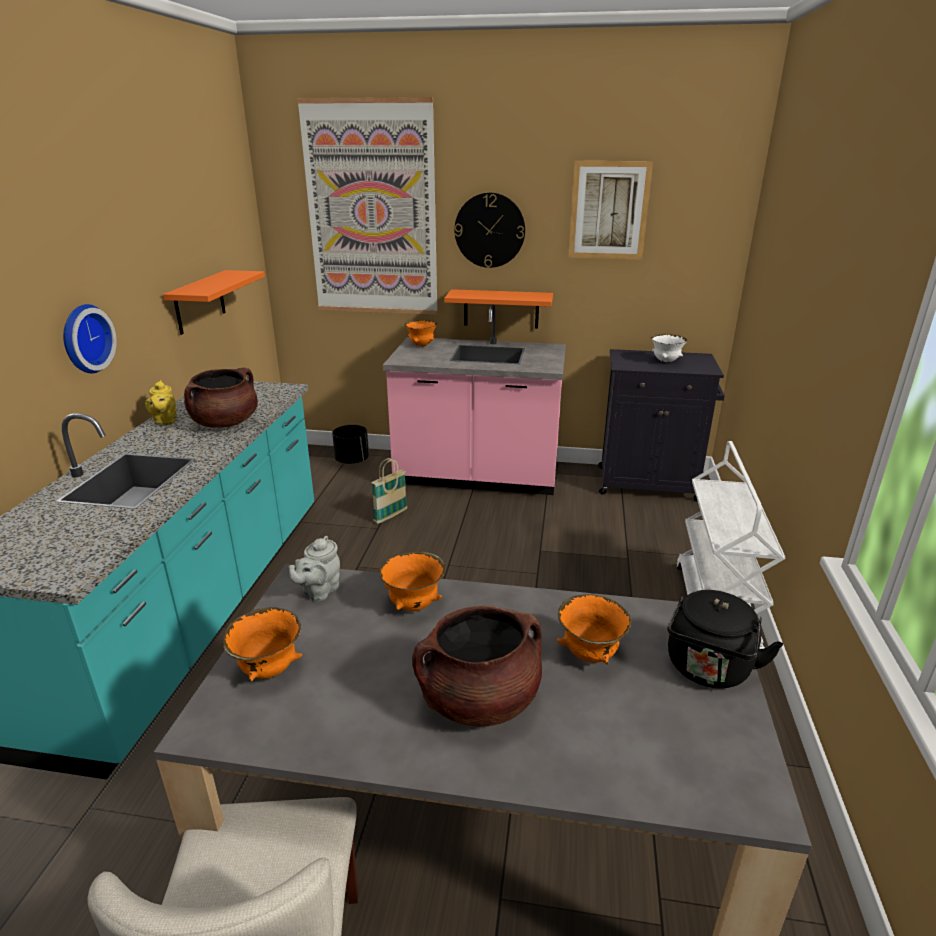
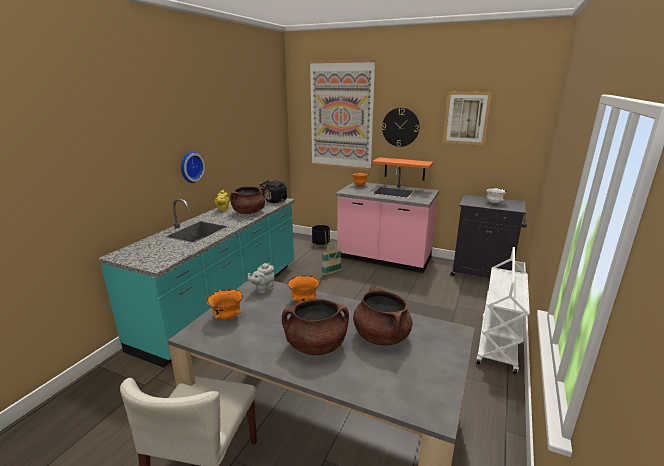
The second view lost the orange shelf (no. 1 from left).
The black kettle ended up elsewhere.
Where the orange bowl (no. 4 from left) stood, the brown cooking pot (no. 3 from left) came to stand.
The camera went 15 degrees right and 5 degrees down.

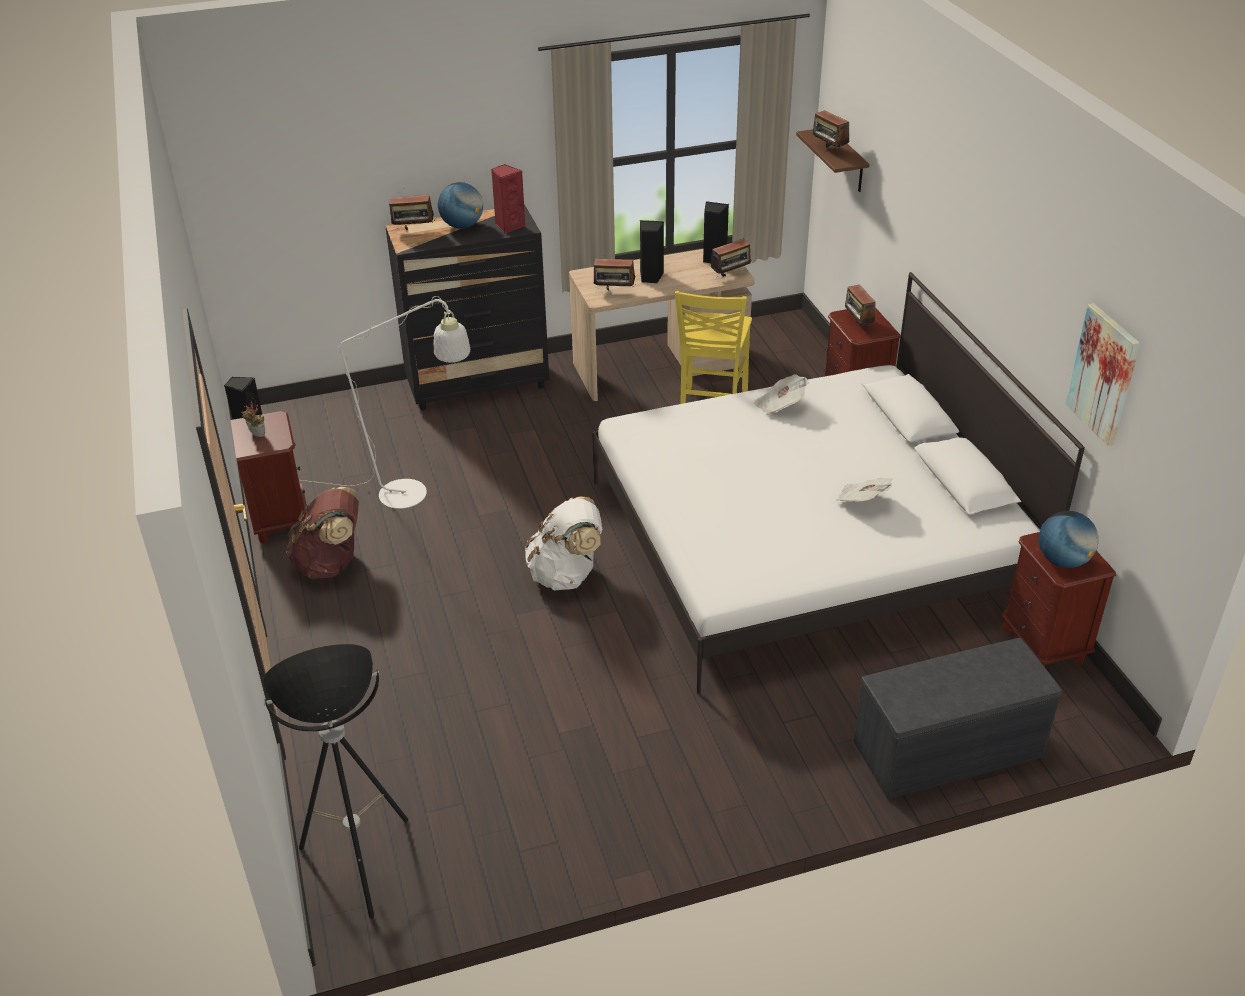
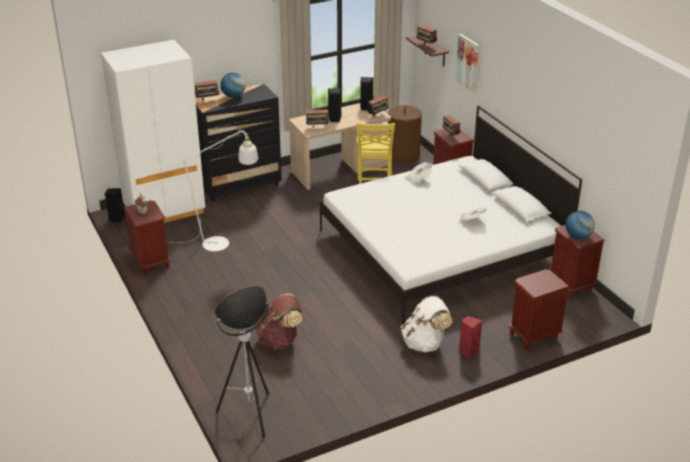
The second view gained the white wardrobe.
The second view gained the brown laundry basket.
The brown backpack ended up elsewhere.
The red speaker ended up elsewhere.
The white backpack ended up elsewhere.
The picture ended up elsewhere.
Where the grey bench stood, the brown nightstand (no. 3 from left) came to stand.
The camera went 10 degrees left and 5 degrees down.

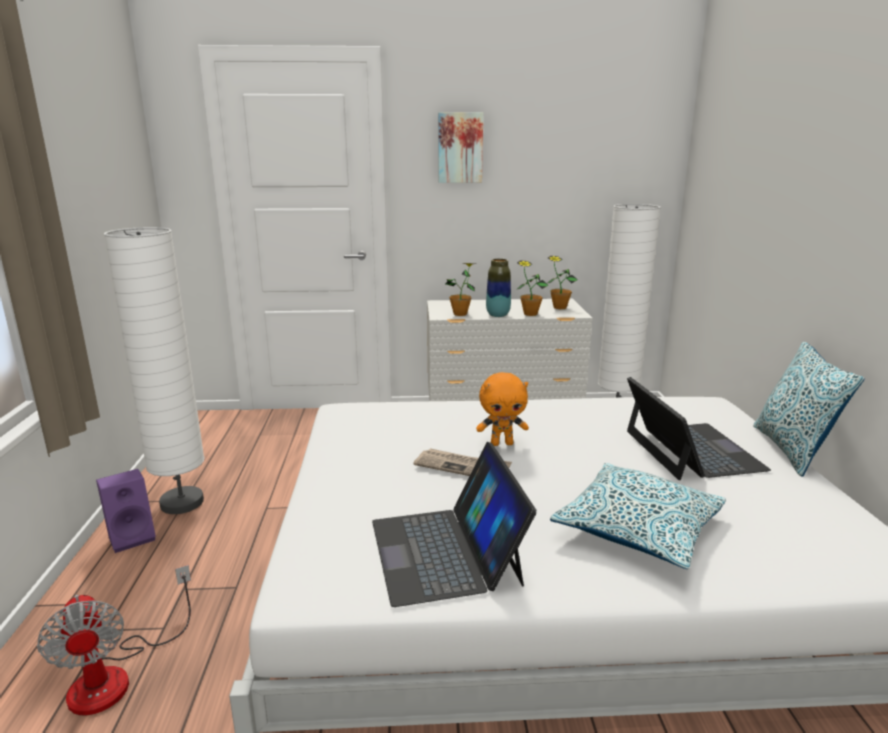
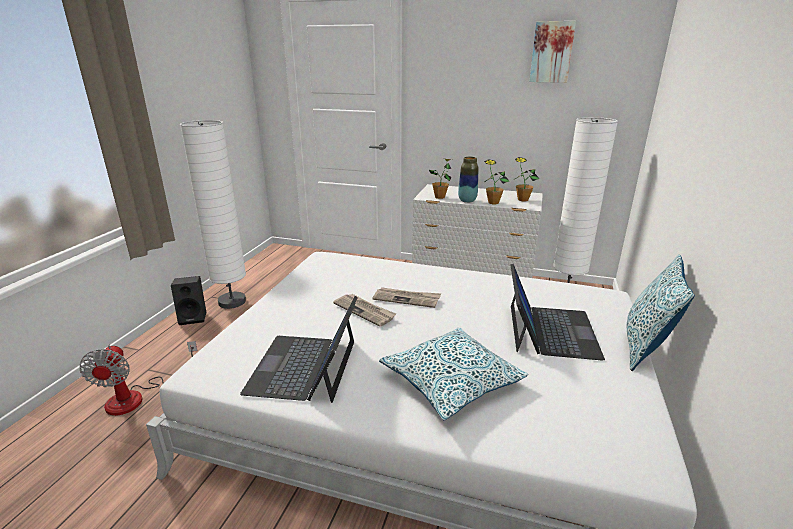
The picture ended up elsewhere.
Where the orange plush toy stood, the newspaper (no. 2 from left) came to stand.
What was the purple speaker turned into the black speaker.
The camera went 20 degrees right and 5 degrees up.

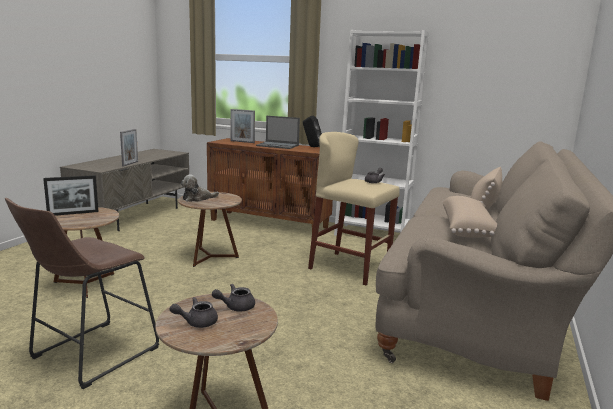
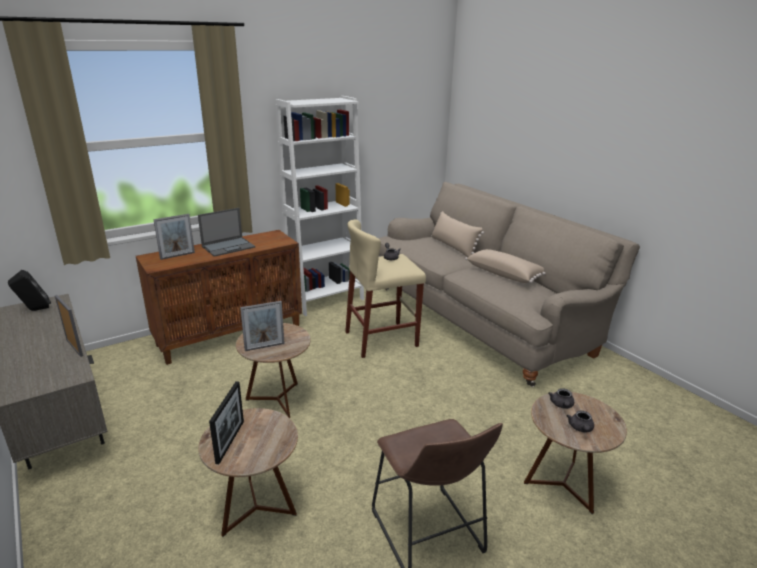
The black speaker ended up elsewhere.
Where the plush toy stood, the picture frame (no. 4 from left) came to stand.
The camera went 55 degrees left and 10 degrees up.

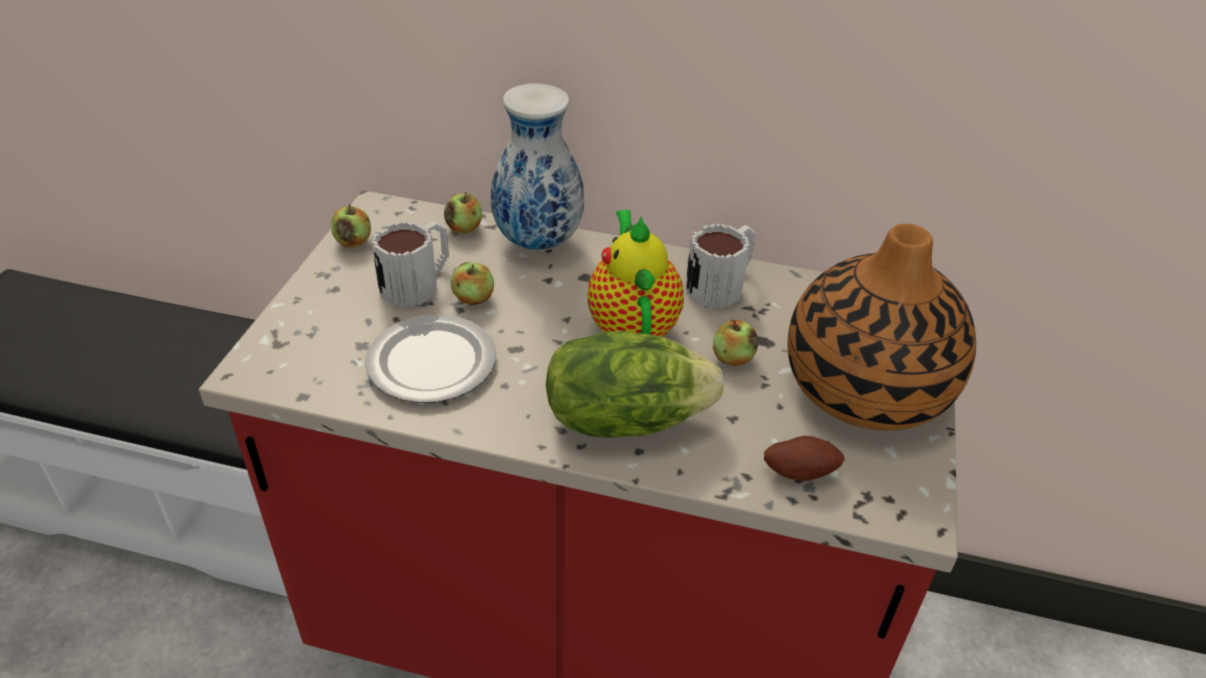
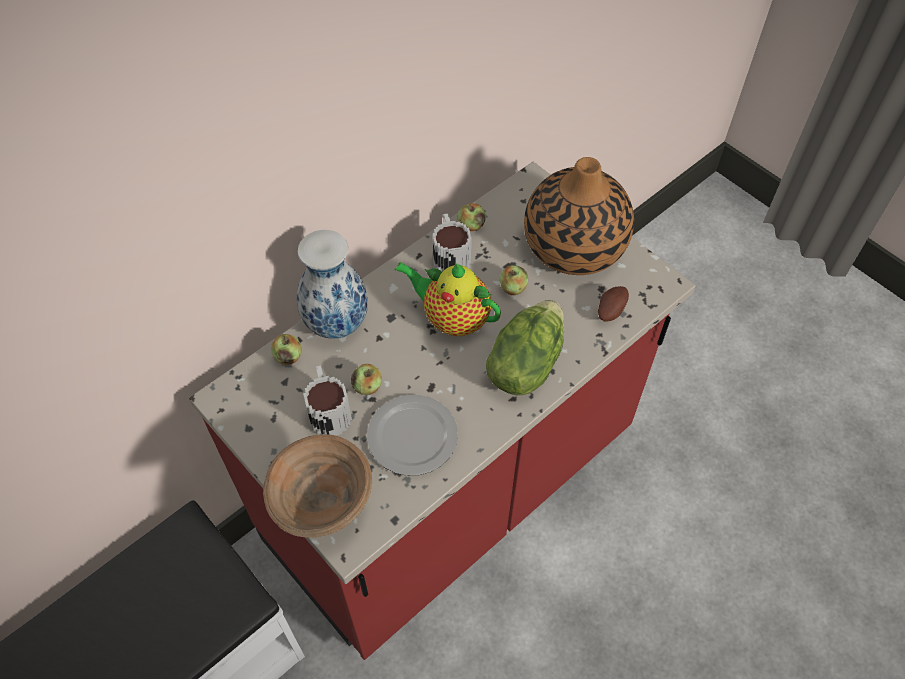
The second view gained the brown bowl.
The apple (no. 1 from left in the first image) ended up elsewhere.
The camera went 55 degrees left and 15 degrees up.

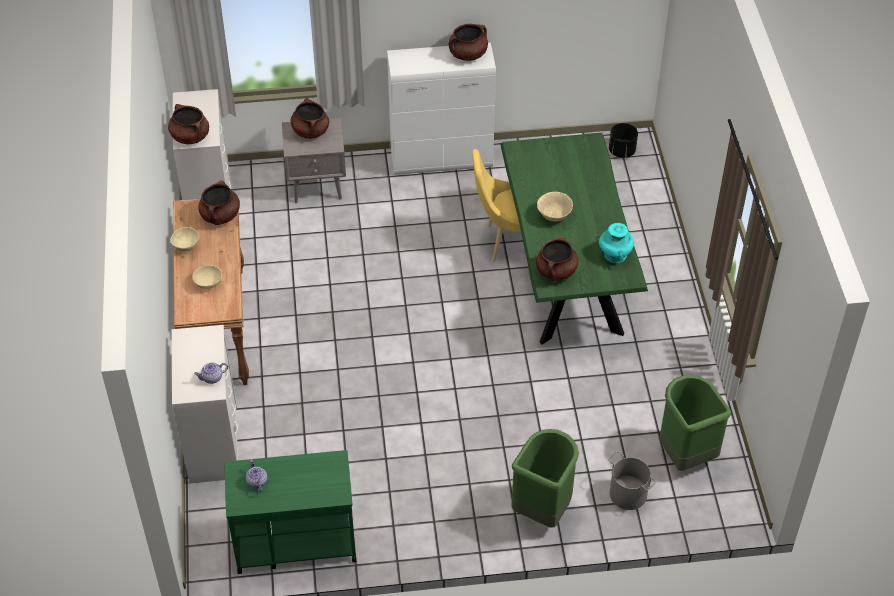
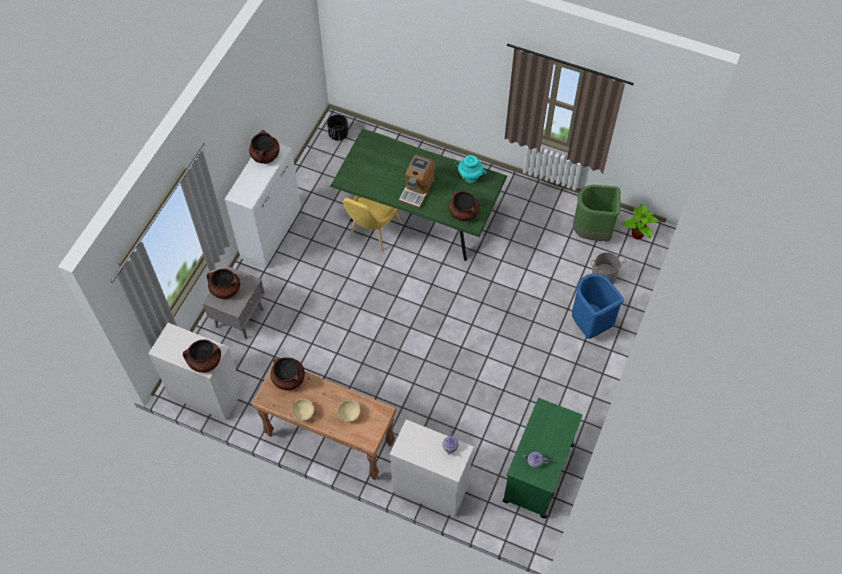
The second view gained the potted plant.
Where the beige bowl (no. 3 from left) stood, the coffee machine came to stand.
What was the green trash can (no. 1 from left) turned into the blue trash can.
The camera went 60 degrees left and 10 degrees up.

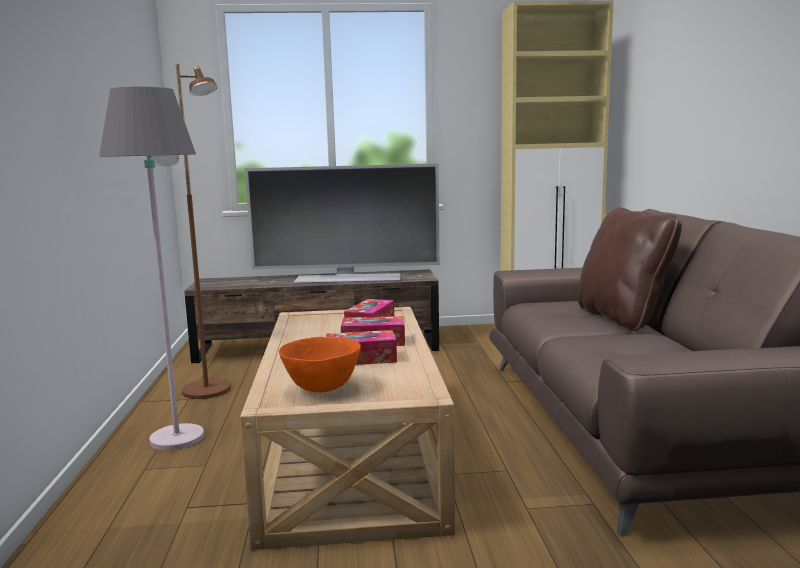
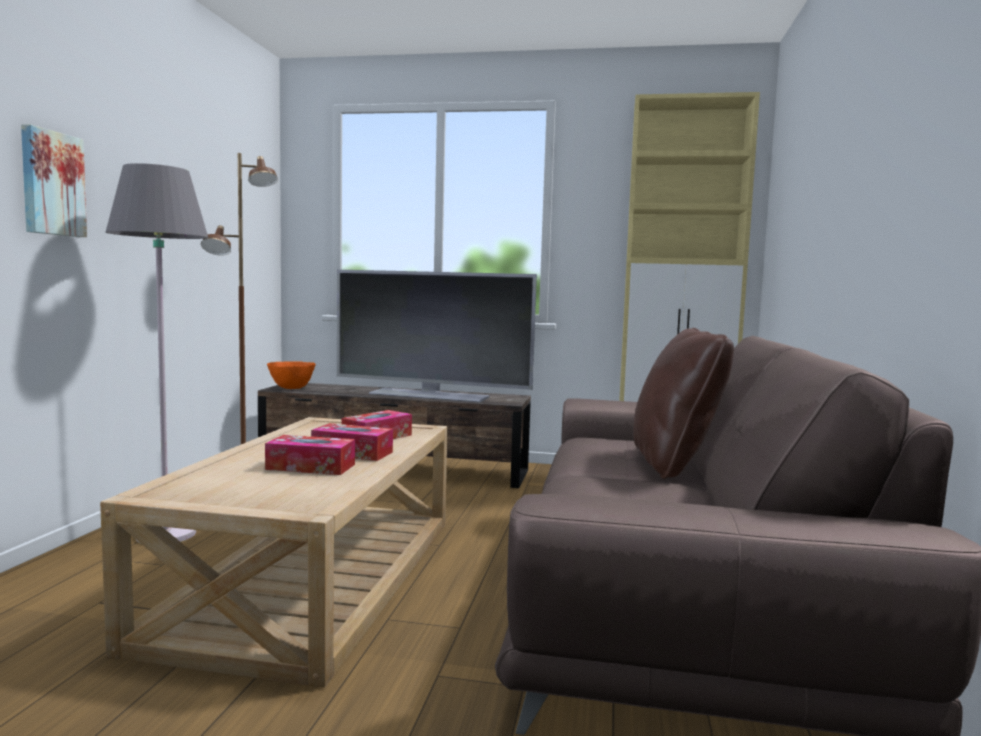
The second view gained the picture.
The orange bowl ended up elsewhere.
The camera went 15 degrees right and 5 degrees down.

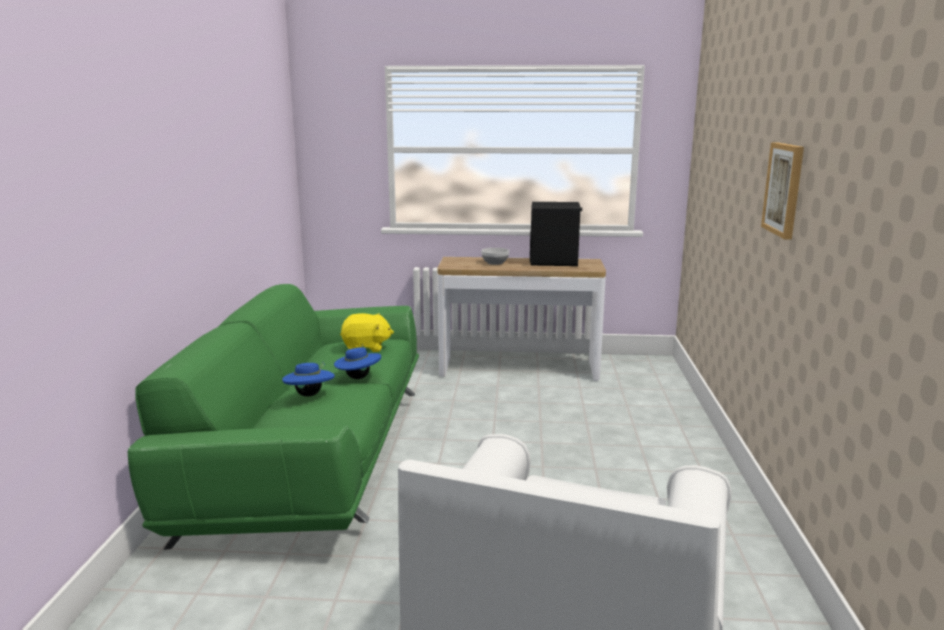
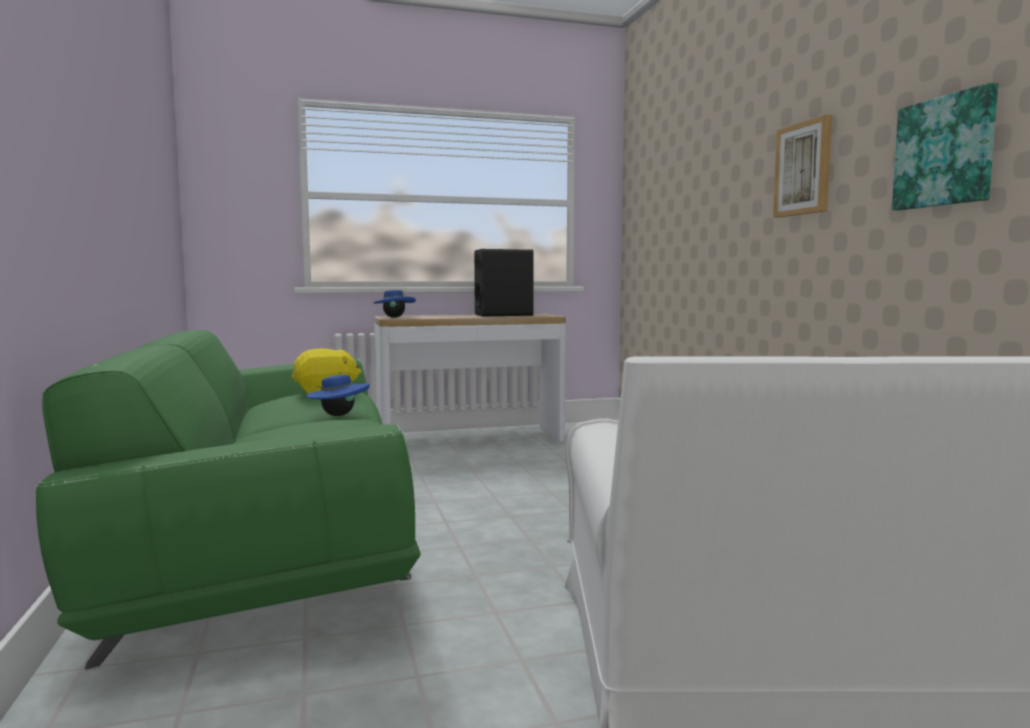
The second view lost the bowl.
The second view gained the picture (no. 2 from left).
The blue hat (no. 1 from left in the first image) ended up elsewhere.
The camera went 20 degrees left and 10 degrees down.

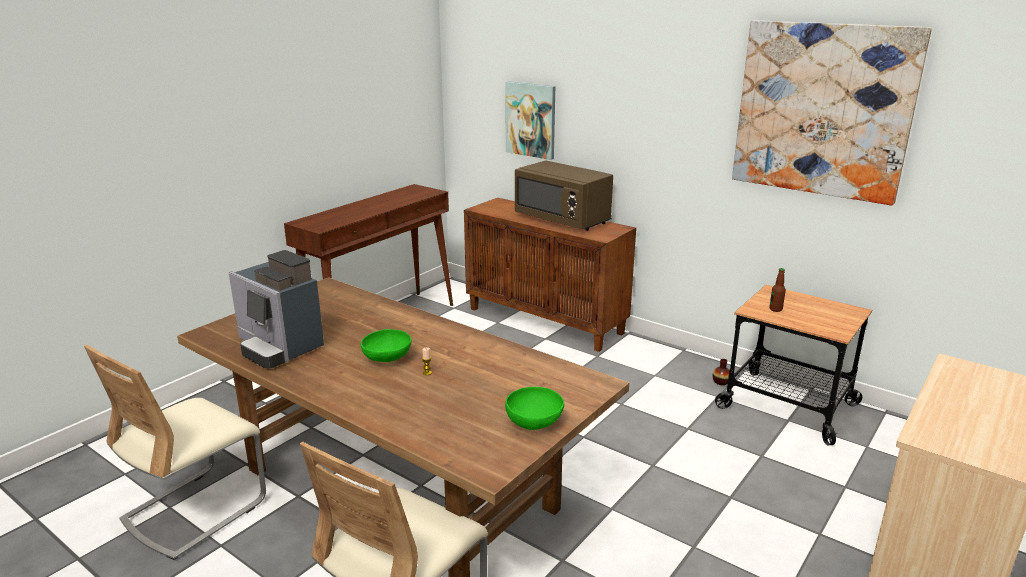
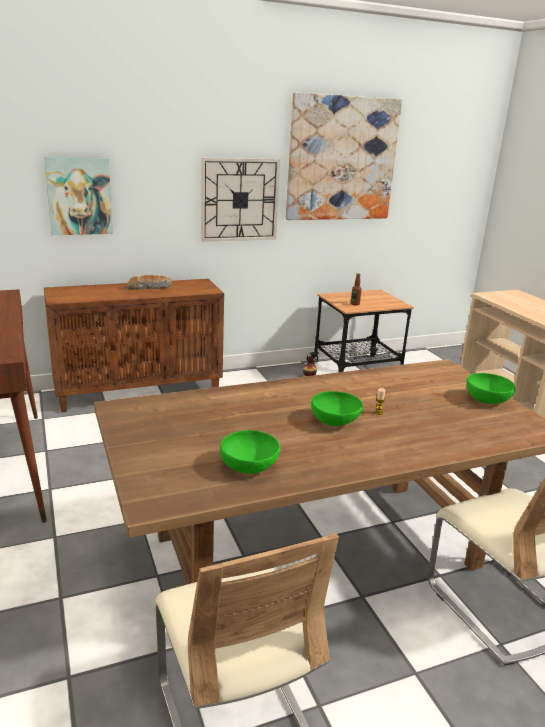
The second view gained the wall clock.
Where the coffee machine stood, the green bowl (no. 1 from left) came to stand.
Where the brown microwave stood, the bread came to stand.
The camera went 60 degrees left and 0 degrees up.

